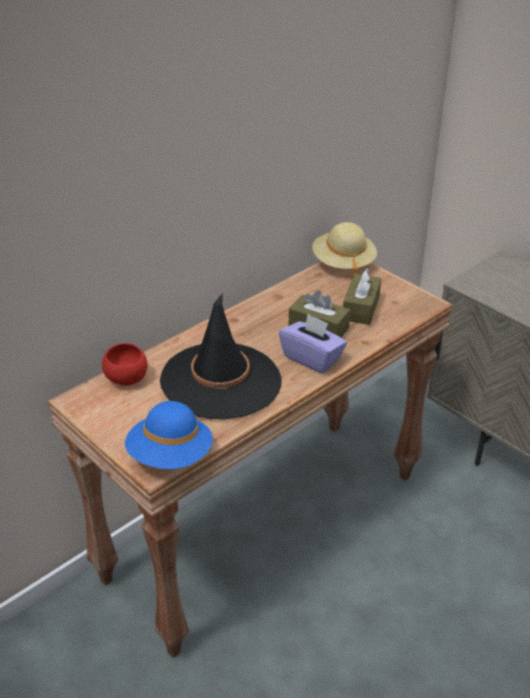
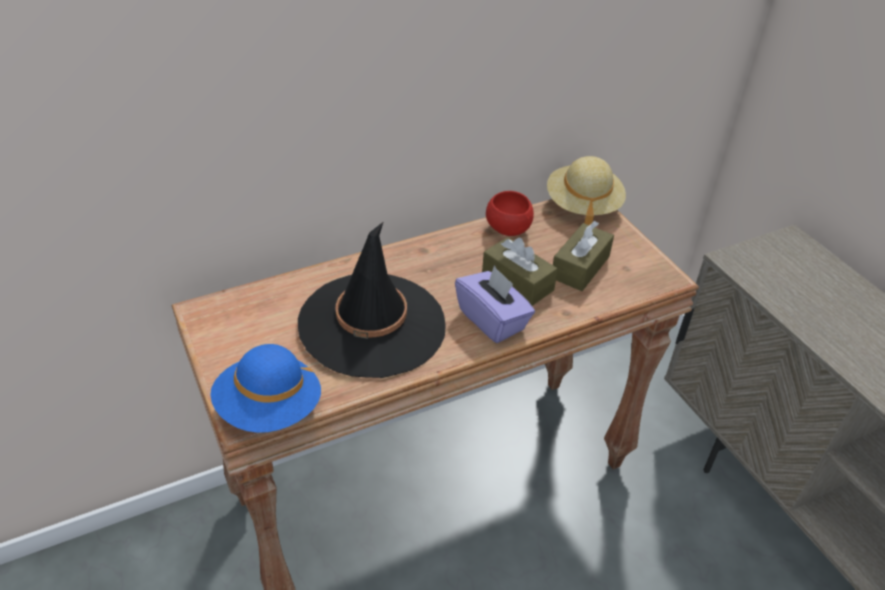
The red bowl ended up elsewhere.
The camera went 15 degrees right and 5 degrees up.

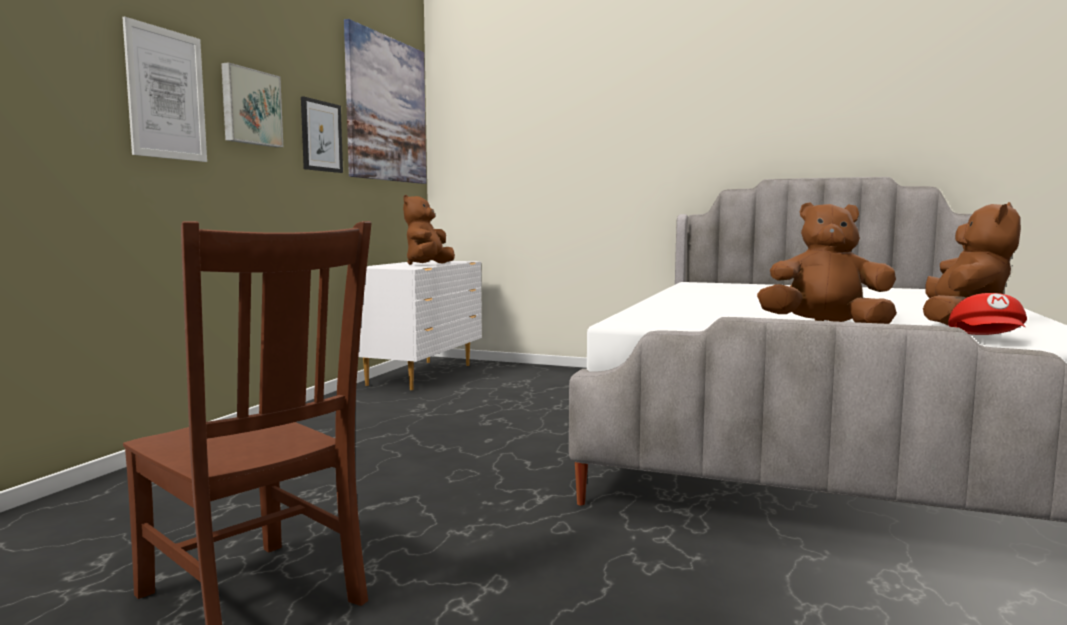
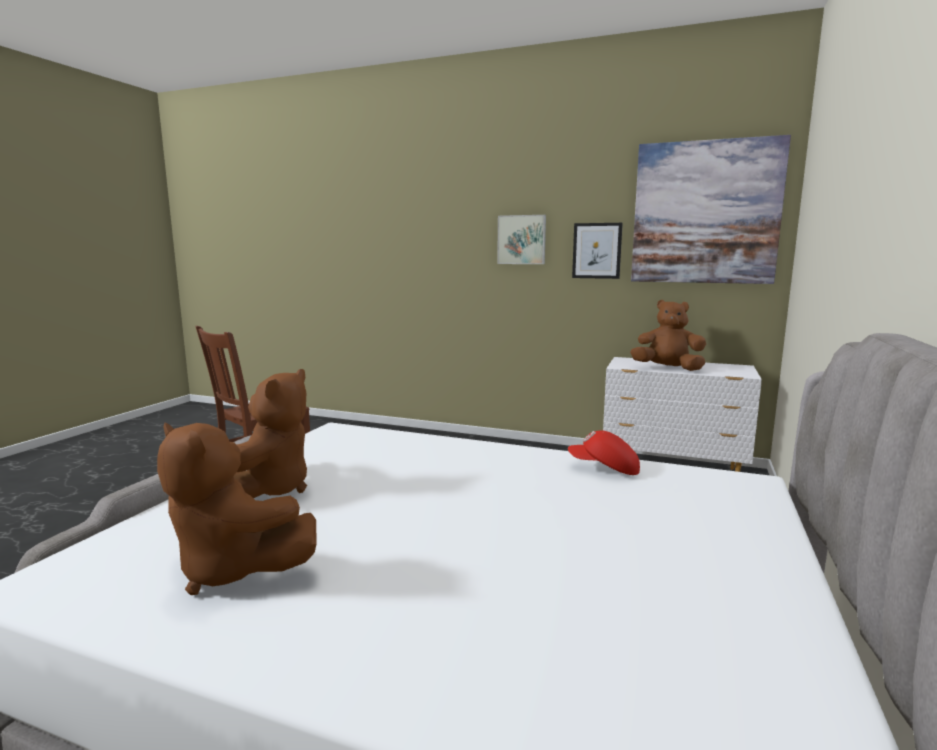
The second view lost the picture (no. 1 from left).
The red cap ended up elsewhere.
The camera went 90 degrees right and 5 degrees up.

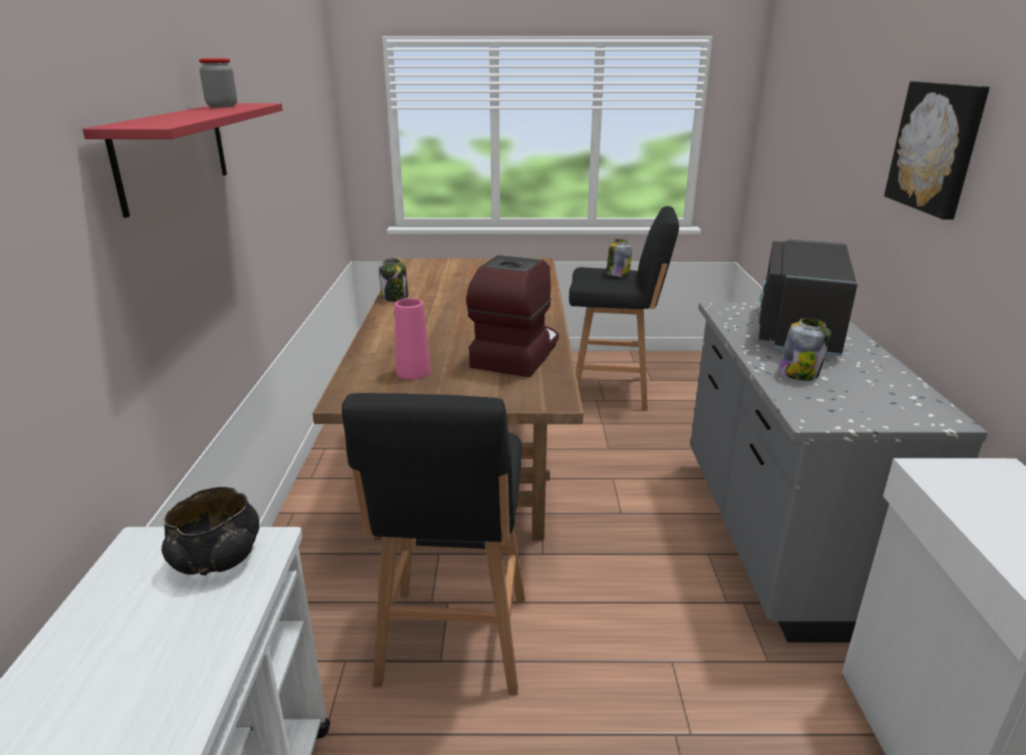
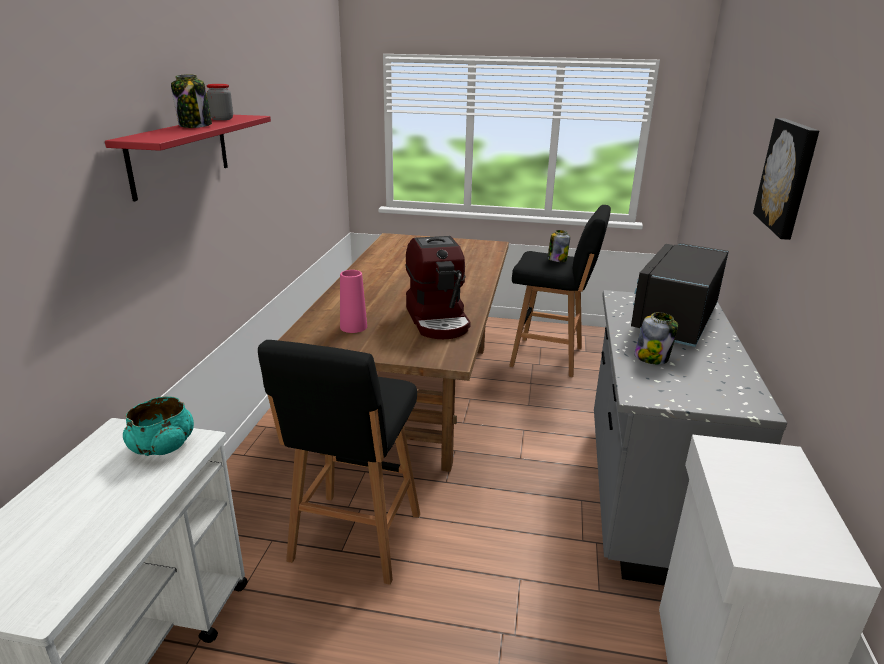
The jar (no. 2 from left in the first image) ended up elsewhere.
What was the black bowl turned into the turquoise bowl.
The coffee machine ended up facing another way, 135 degrees clockwise from before.
The camera went 10 degrees right and 0 degrees up.

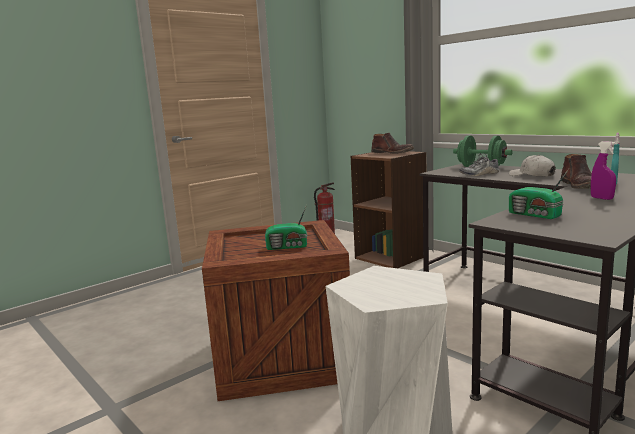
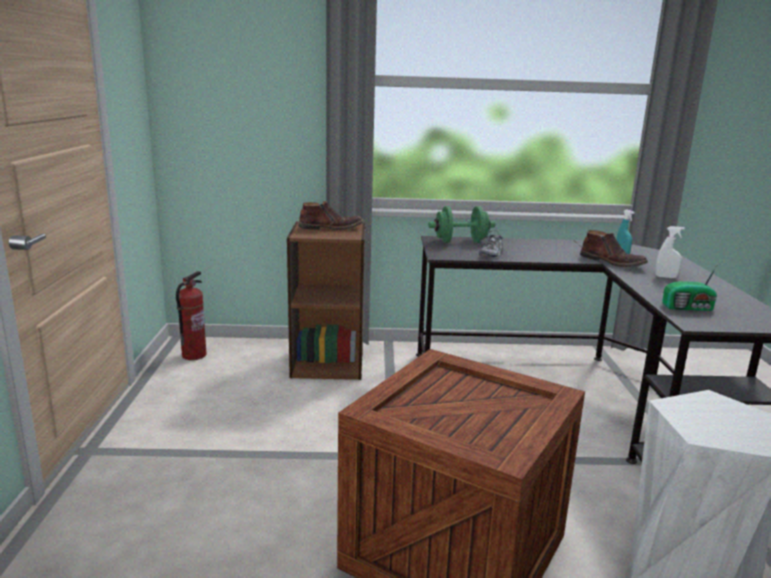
The second view lost the radio (no. 1 from left).
The second view lost the white cap.
What was the purple spray bottle turned into the white spray bottle.
The camera went 50 degrees left and 5 degrees up.

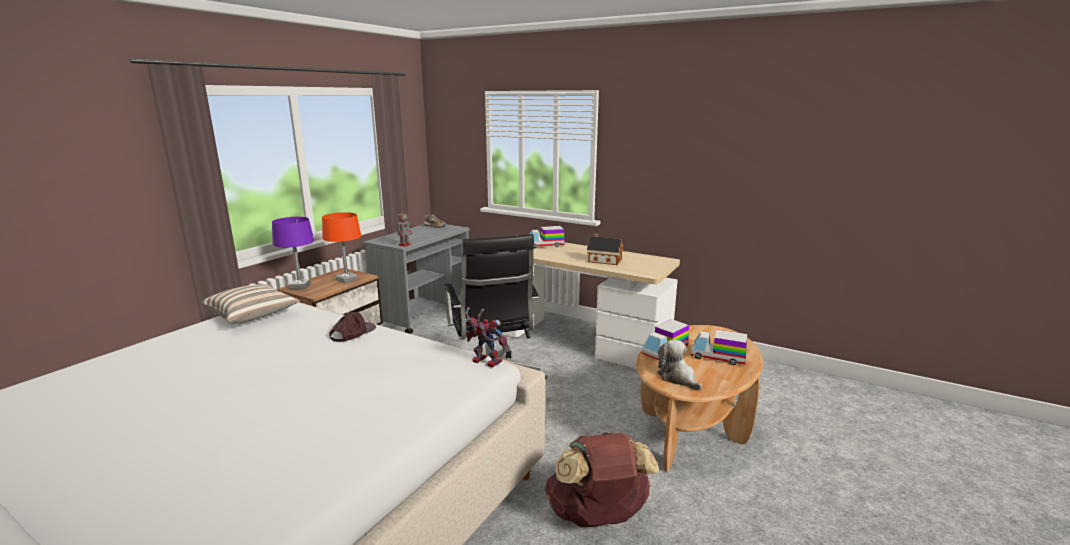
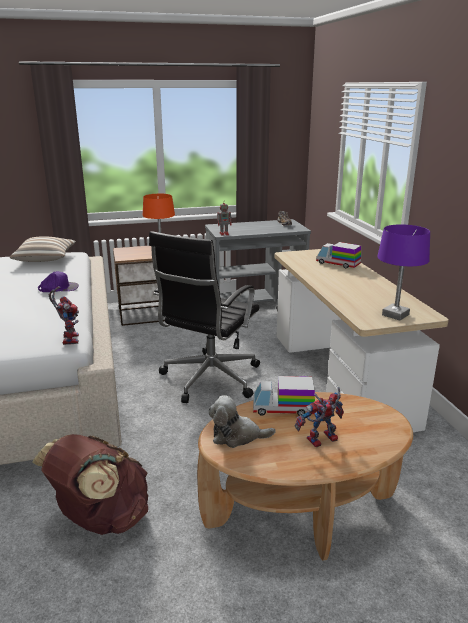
The second view lost the toy house.
The purple table lamp ended up elsewhere.
Where the toy truck (no. 3 from left) stood, the toy robot (no. 3 from left) came to stand.
What was the brown cap turned into the purple cap.
The plush toy ended up facing another way, 105 degrees counterclockwise from before.
The camera went 45 degrees right and 5 degrees up.

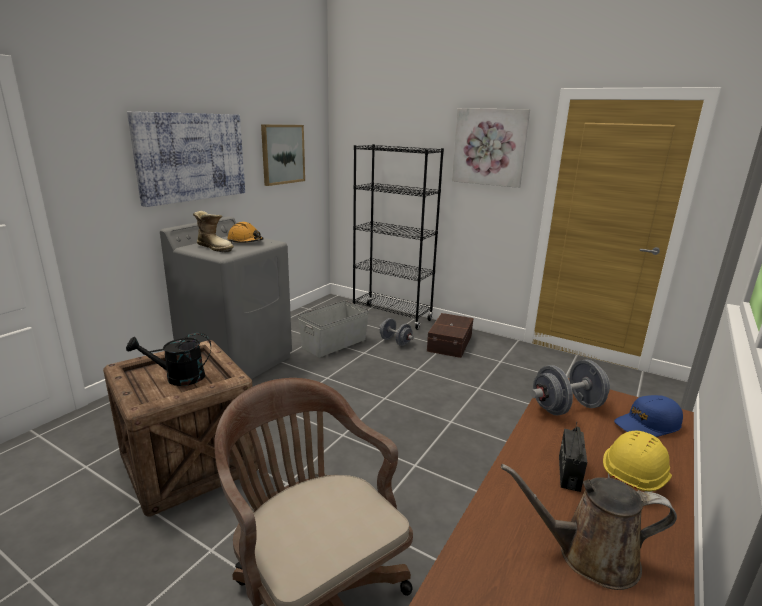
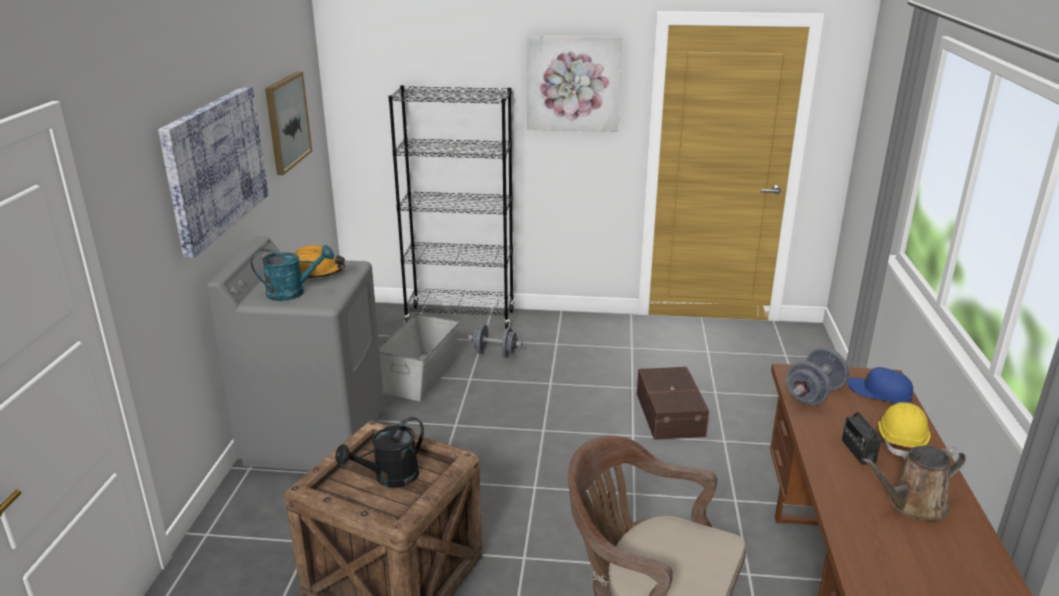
The brown storage box ended up elsewhere.
Where the boot stood, the turquoise watering can came to stand.
The blue cap ended up facing another way, 75 degrees clockwise from before.
The camera went 25 degrees left and 5 degrees up.

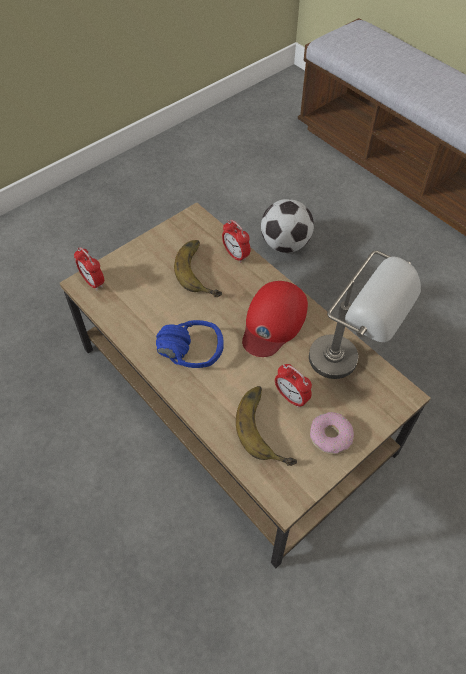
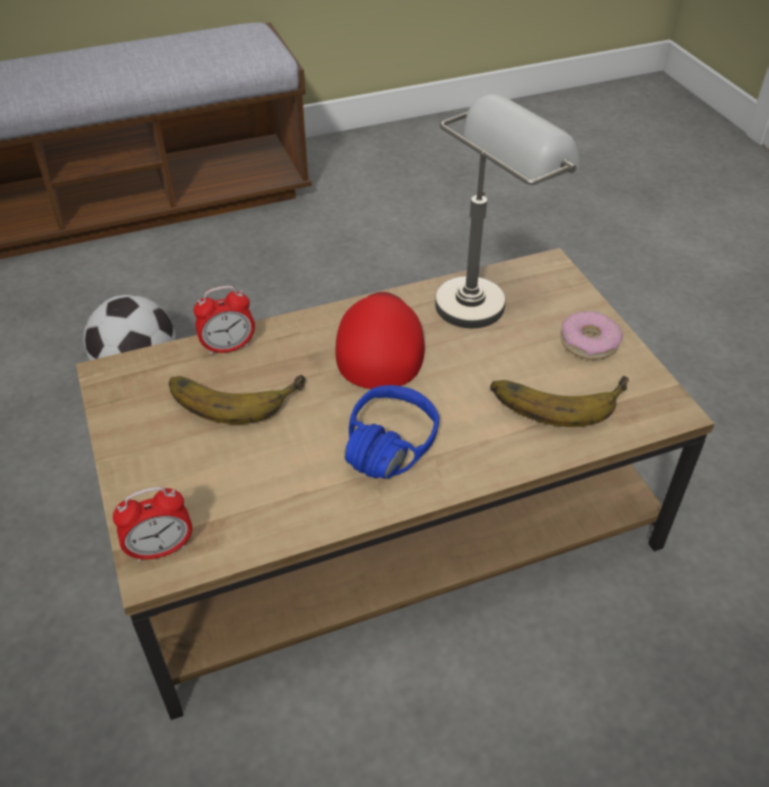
The second view lost the alarm clock (no. 3 from left).
The red cap ended up facing another way, 135 degrees counterclockwise from before.
The camera went 70 degrees left and 10 degrees down.

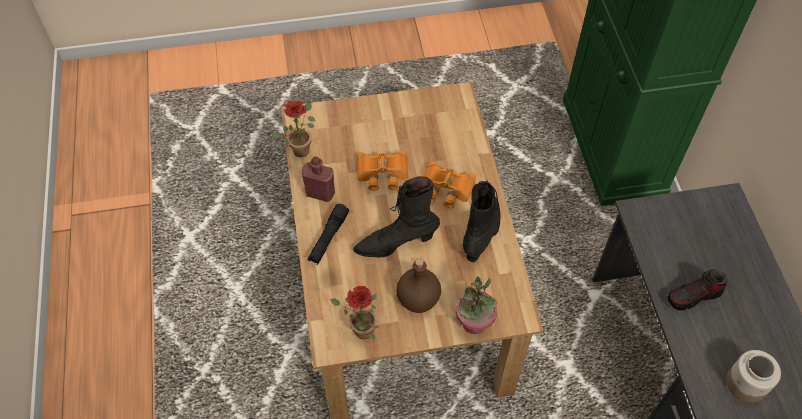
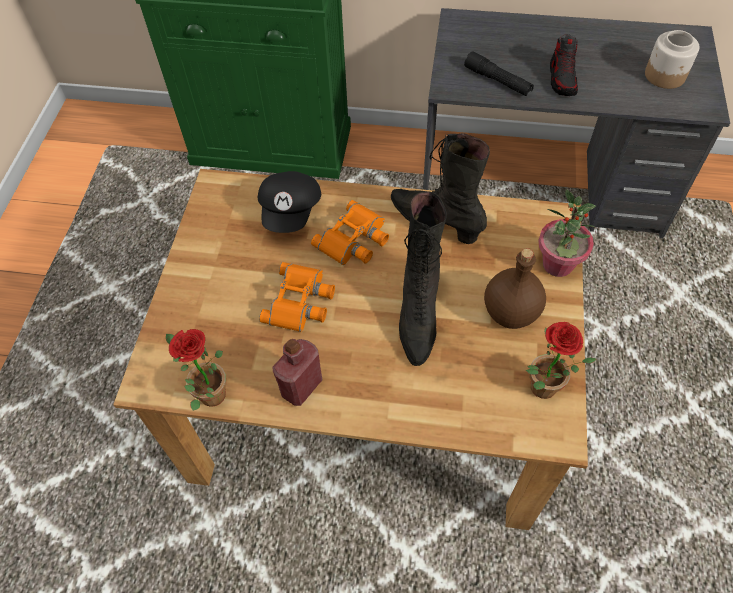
The second view gained the black cap.
The black flashlight ended up elsewhere.
The camera went 70 degrees left and 0 degrees up.

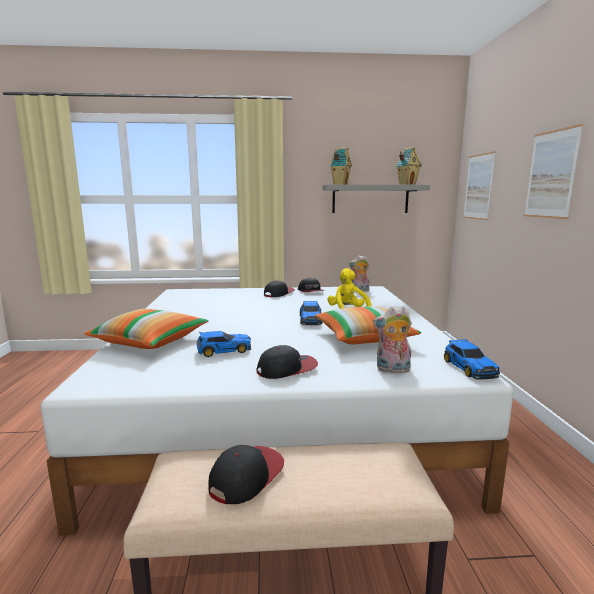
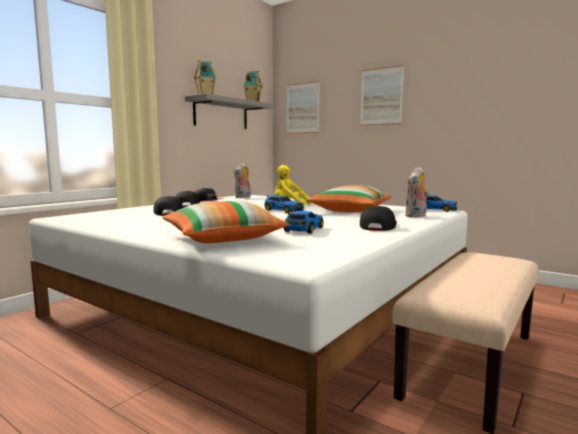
The cap (no. 1 from left) ended up elsewhere.
The camera went 50 degrees left and 5 degrees down.

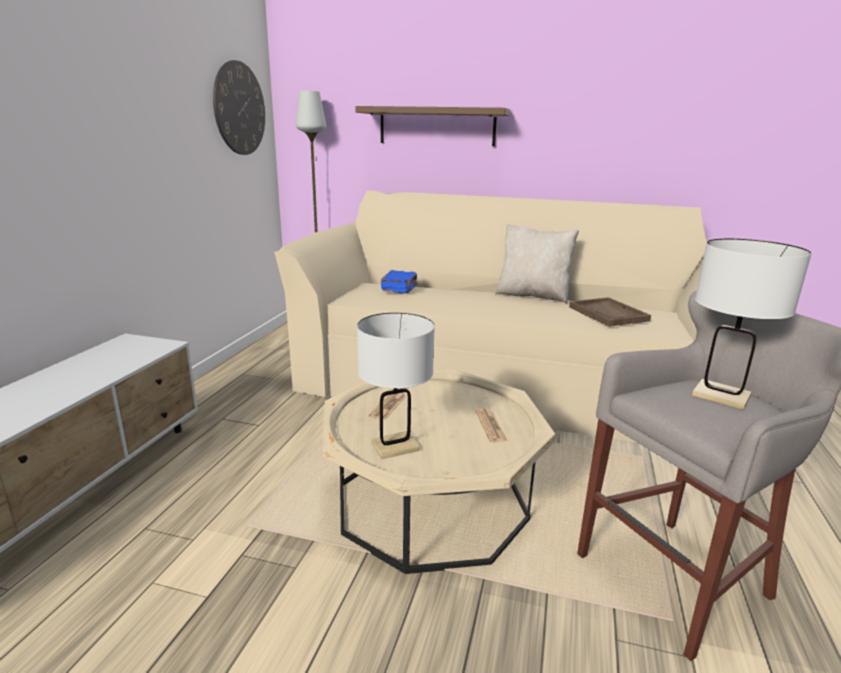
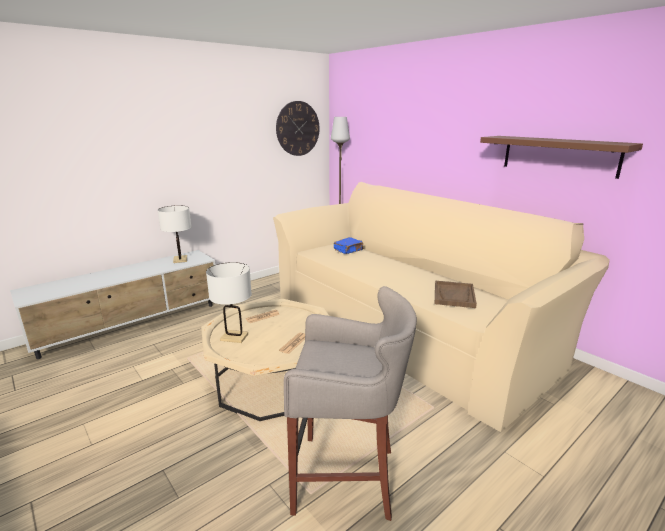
The second view lost the beige pillow.
The brown shelf ended up elsewhere.
The white table lamp (no. 2 from left in the first image) ended up elsewhere.
The camera went 35 degrees right and 0 degrees up.

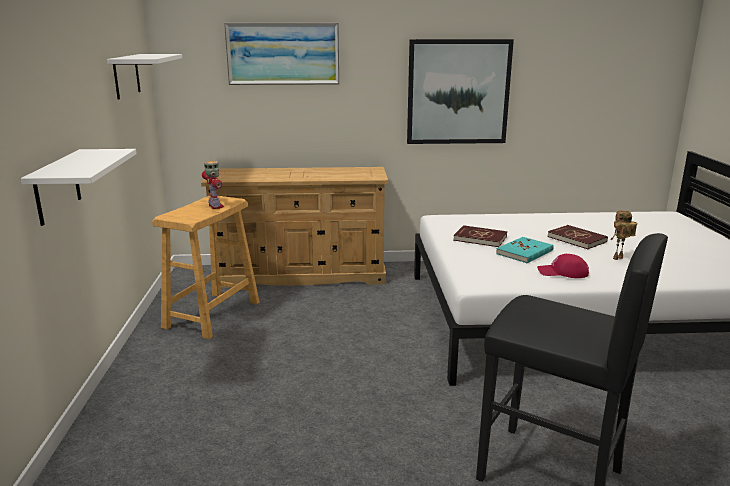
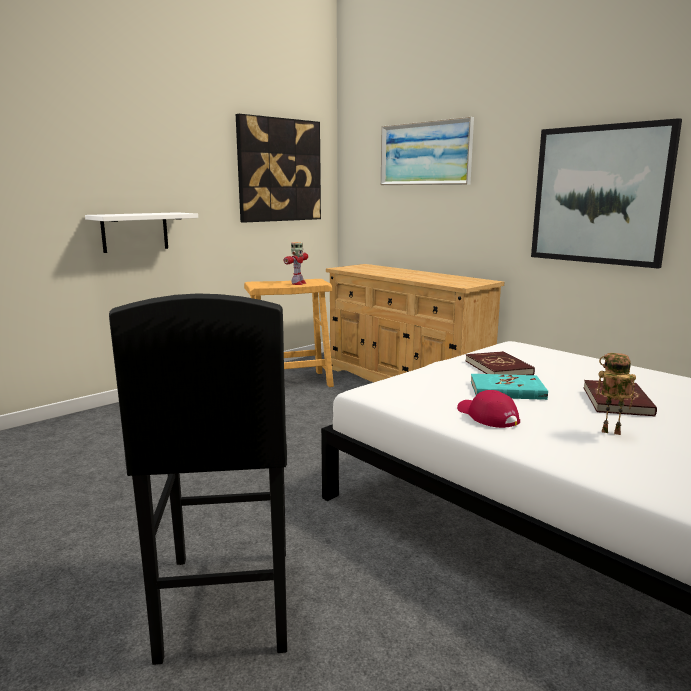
Where the white shelf (no. 2 from left) hung, the picture (no. 1 from left) came to hang.
The camera went 50 degrees right and 5 degrees down.

